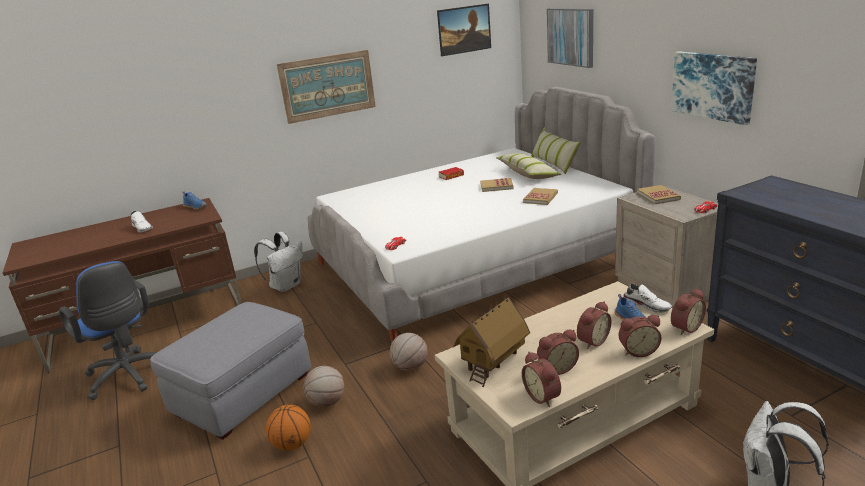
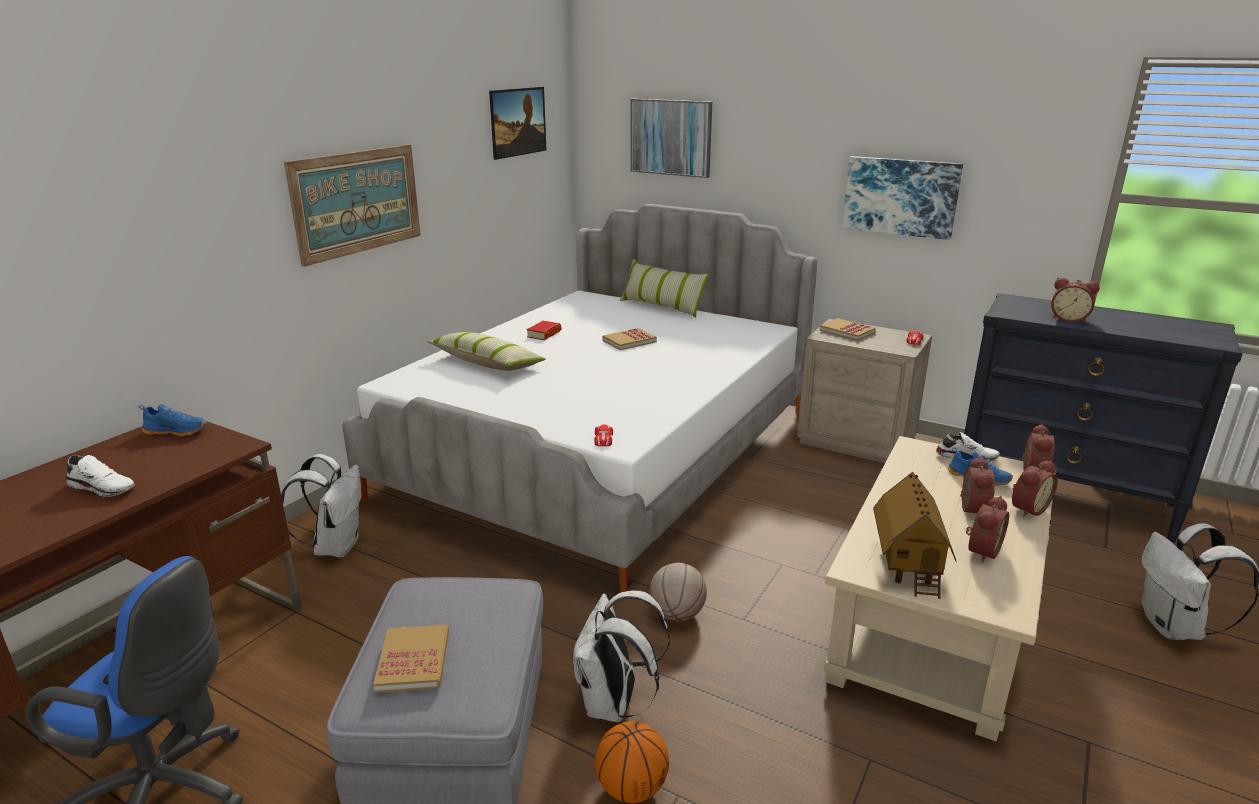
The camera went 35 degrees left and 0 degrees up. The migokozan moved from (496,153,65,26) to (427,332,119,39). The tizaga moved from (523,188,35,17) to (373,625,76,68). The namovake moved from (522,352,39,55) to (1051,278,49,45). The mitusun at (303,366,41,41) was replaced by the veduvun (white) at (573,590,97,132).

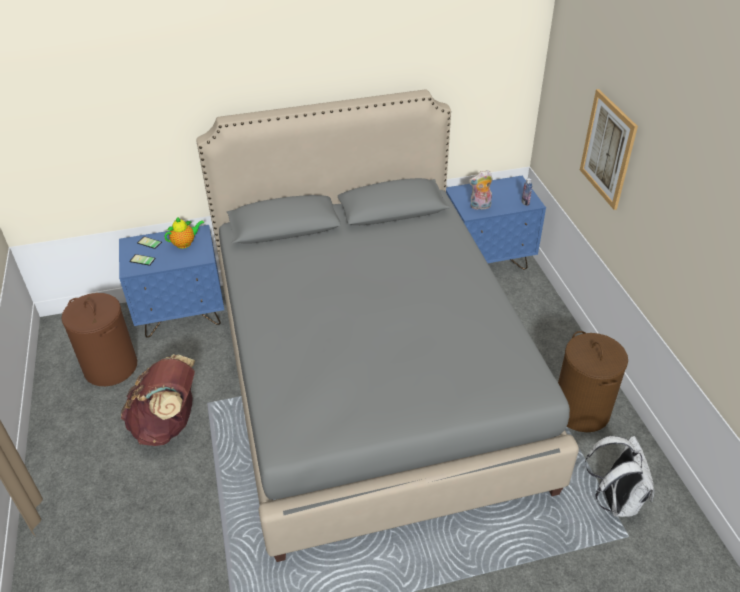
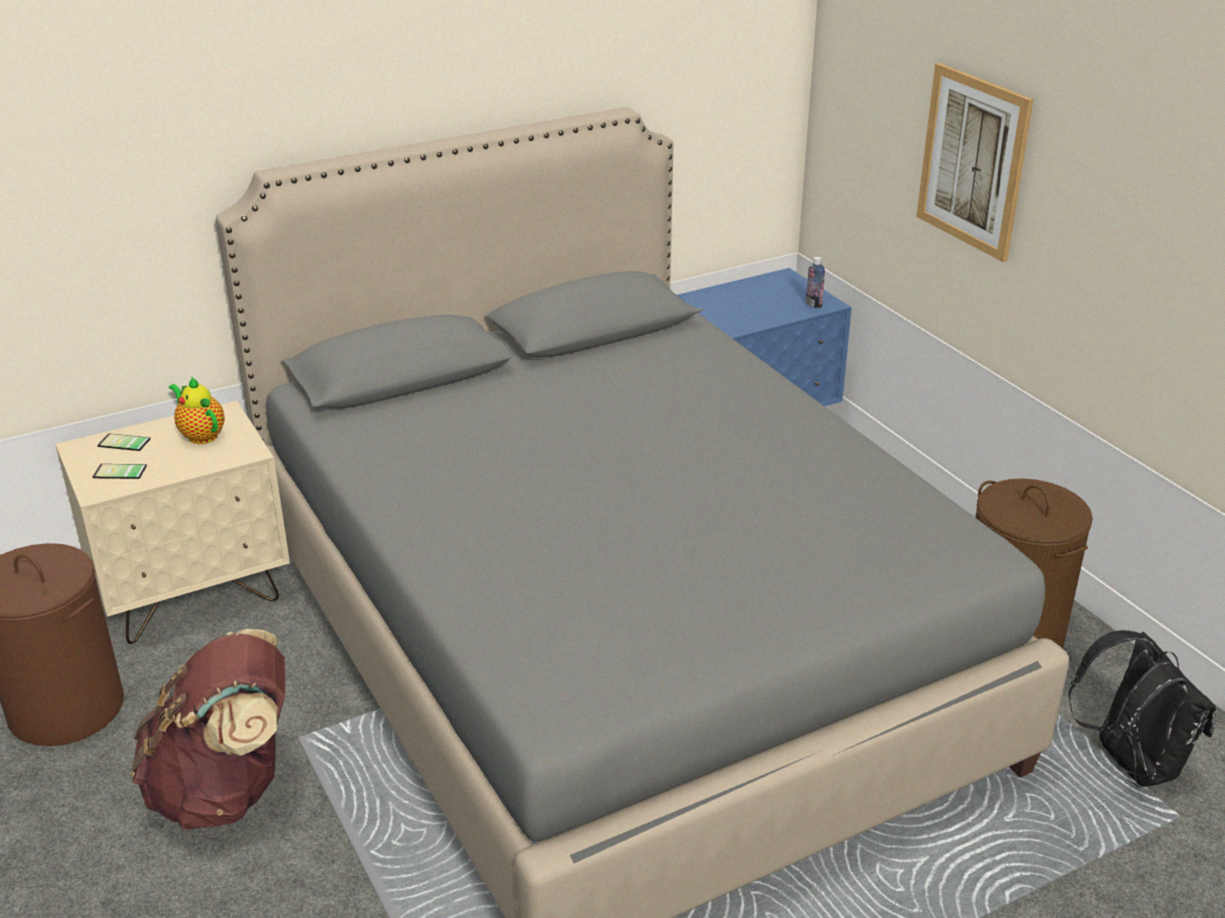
The camera went 15 degrees left and 10 degrees down. The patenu at (469,170,24,40) disappeared. The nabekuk at (165,217,39,32) turned 90 degrees counterclockwise. The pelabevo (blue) at (119,225,105,113) became the pelabevo (beige) at (55,401,235,243). The veduvun (white) at (585,436,69,81) became the veduvun (black) at (1068,630,149,157).

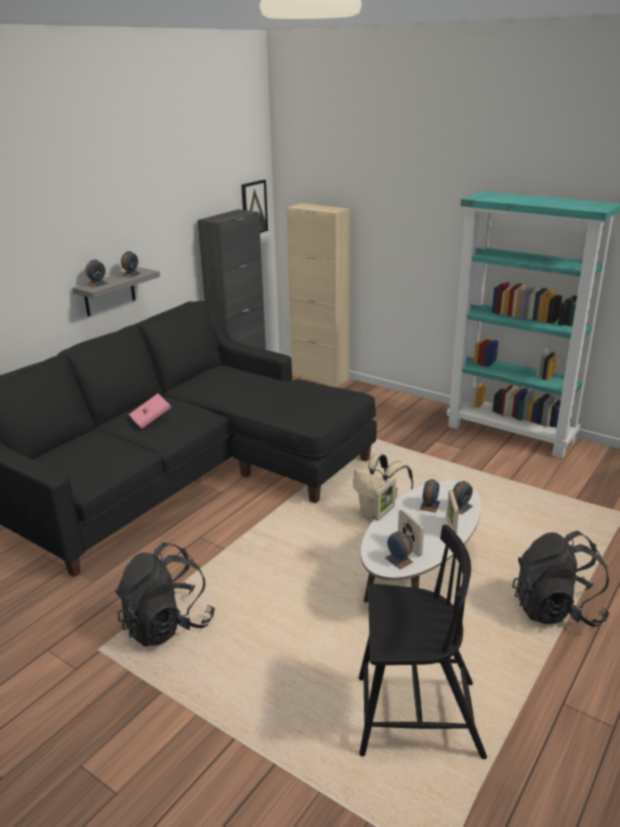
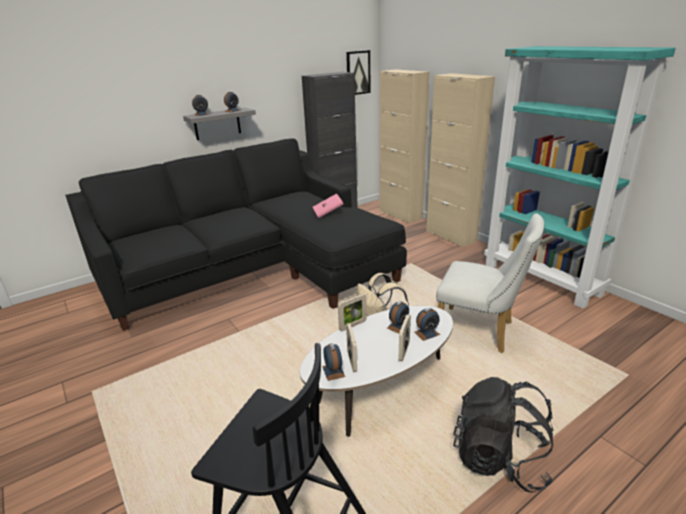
The camera went 20 degrees right and 0 degrees up. The tizaga (pink) moved from (129,394,42,35) to (313,193,30,25). The veduvun (black) at (115,542,100,105) disappeared. The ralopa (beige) at (426,73,69,174) appeared. The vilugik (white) at (436,213,108,140) appeared.

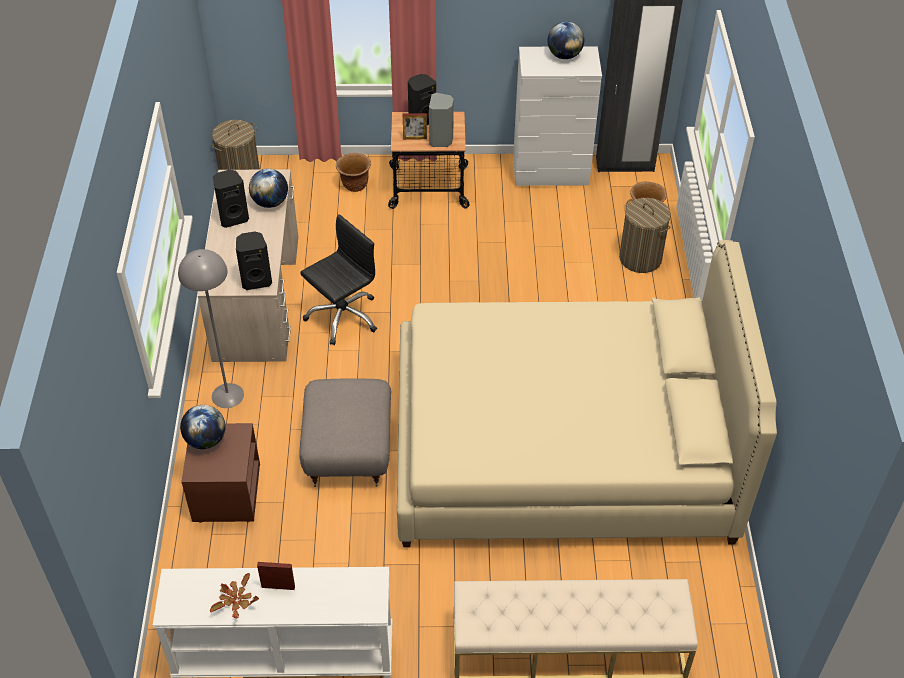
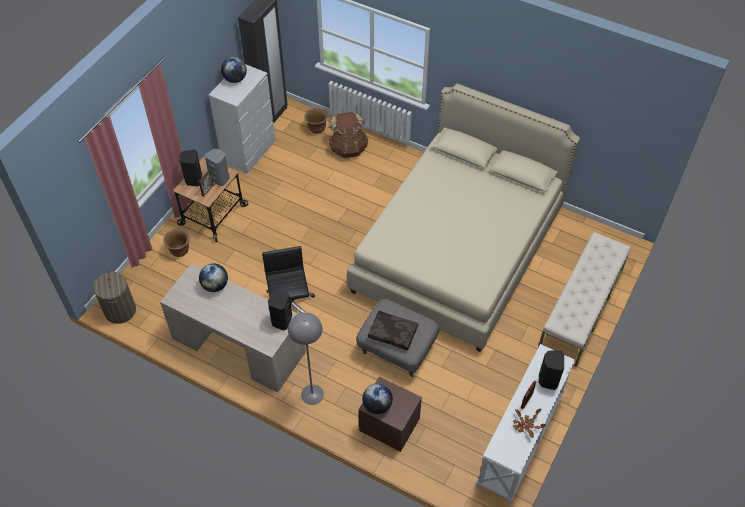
The camera went 60 degrees left and 5 degrees up. The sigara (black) moved from (213,170,36,58) to (539,350,25,40). The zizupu at (619,198,52,75) was replaced by the veduvun (brown) at (328,112,40,46). The migokozan (brown) at (368,311,50,40) appeared.

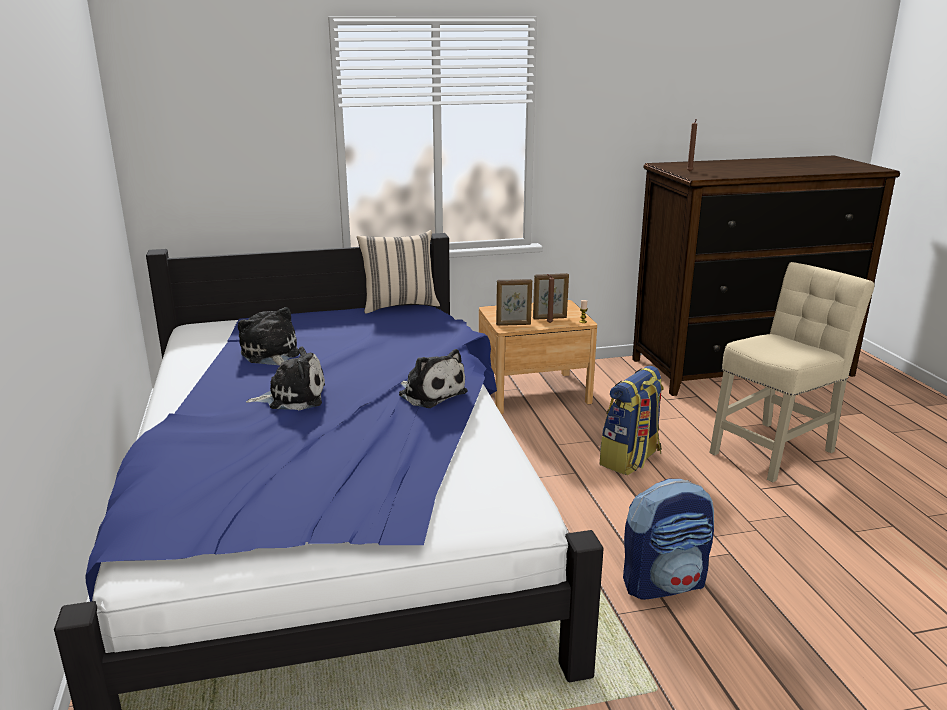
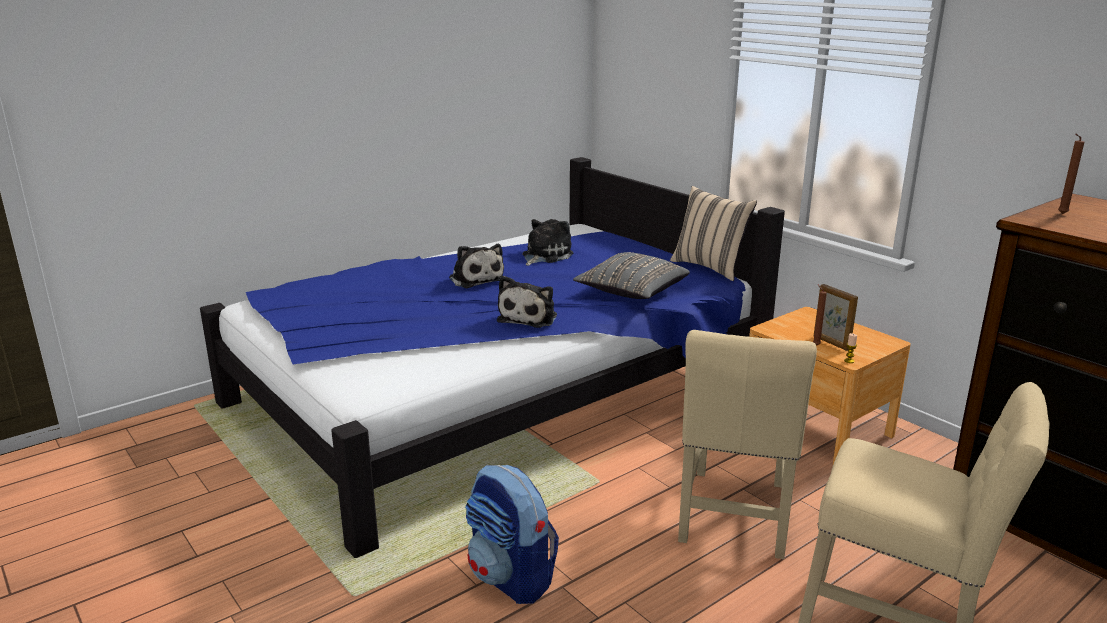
The camera went 65 degrees right and 0 degrees up. The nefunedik at (496,279,36,47) disappeared. The veduvun at (600,366,64,109) was replaced by the vilugik (beige) at (678,330,139,229). The migokozan (grey) at (573,252,117,47) appeared.

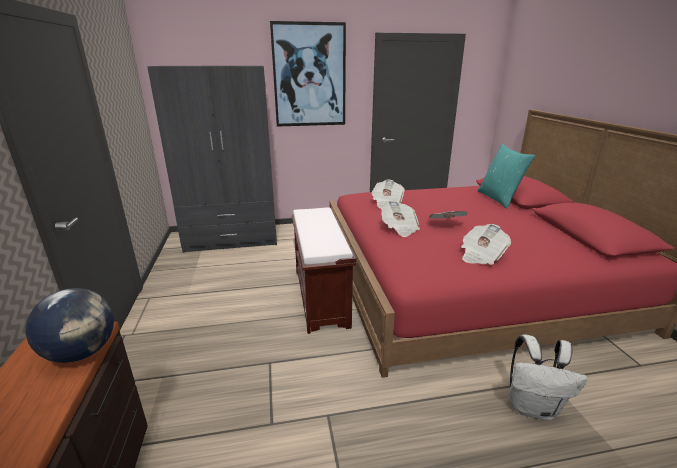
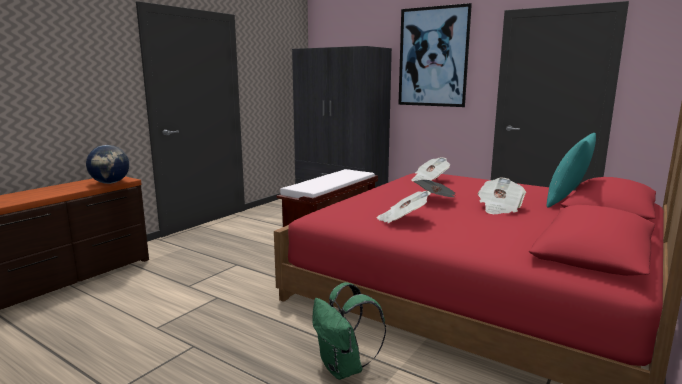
The camera went 45 degrees right and 10 degrees down. The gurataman moved from (381,201,39,36) to (478,177,48,37). The veduvun (white) at (508,335,79,85) became the veduvun (green) at (313,282,73,98).

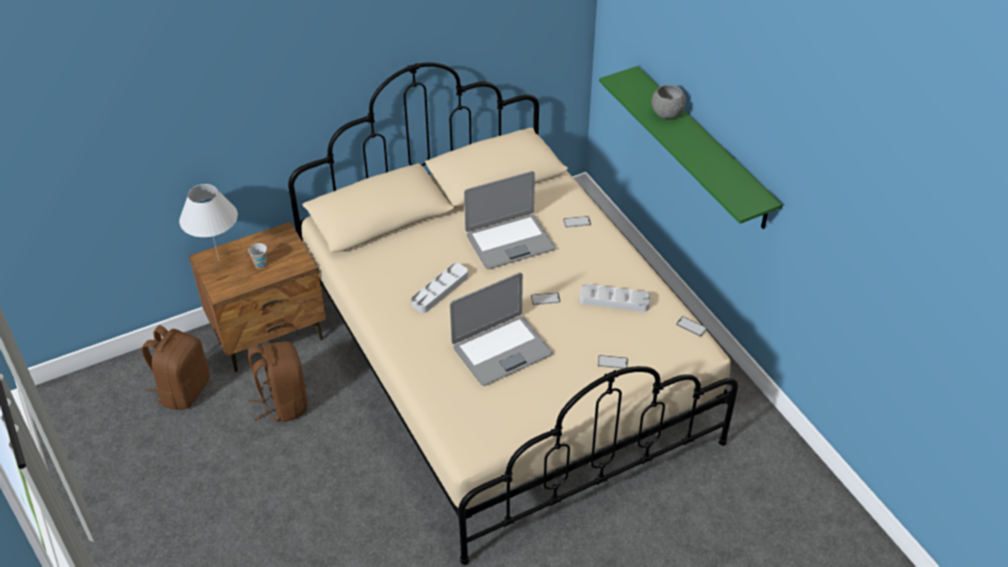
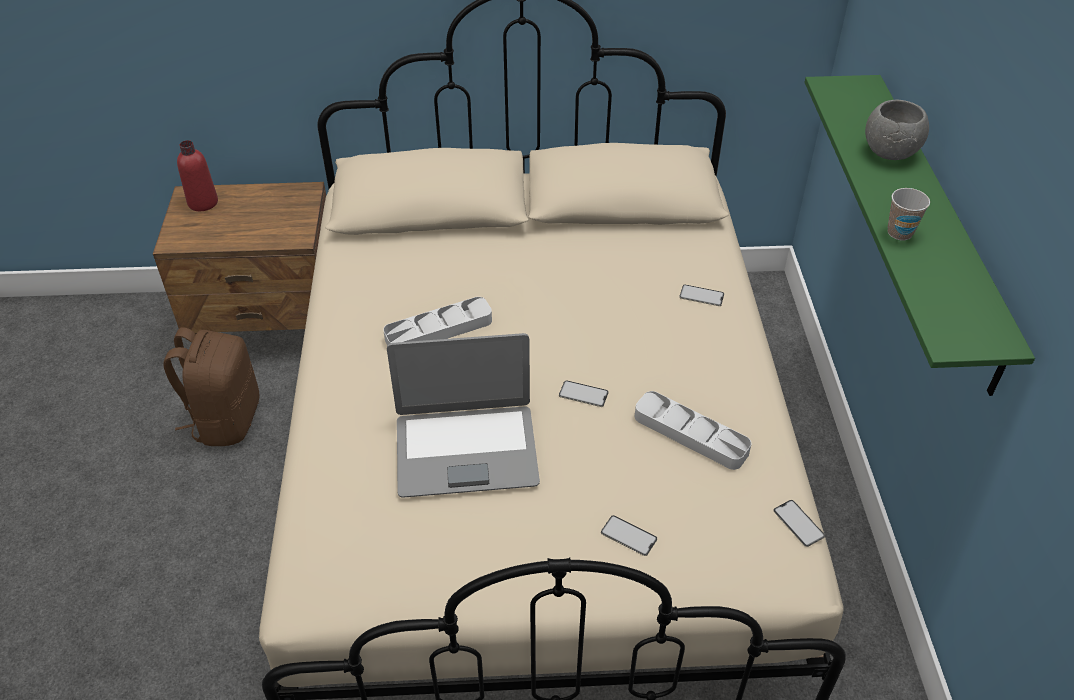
The camera went 25 degrees right and 0 degrees up. The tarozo at (464,171,92,98) disappeared. The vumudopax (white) at (179,184,59,76) was replaced by the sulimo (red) at (177,140,41,71). The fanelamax moved from (248,243,19,26) to (888,188,42,52). The veduvun (brown) at (142,325,68,85) disappeared.

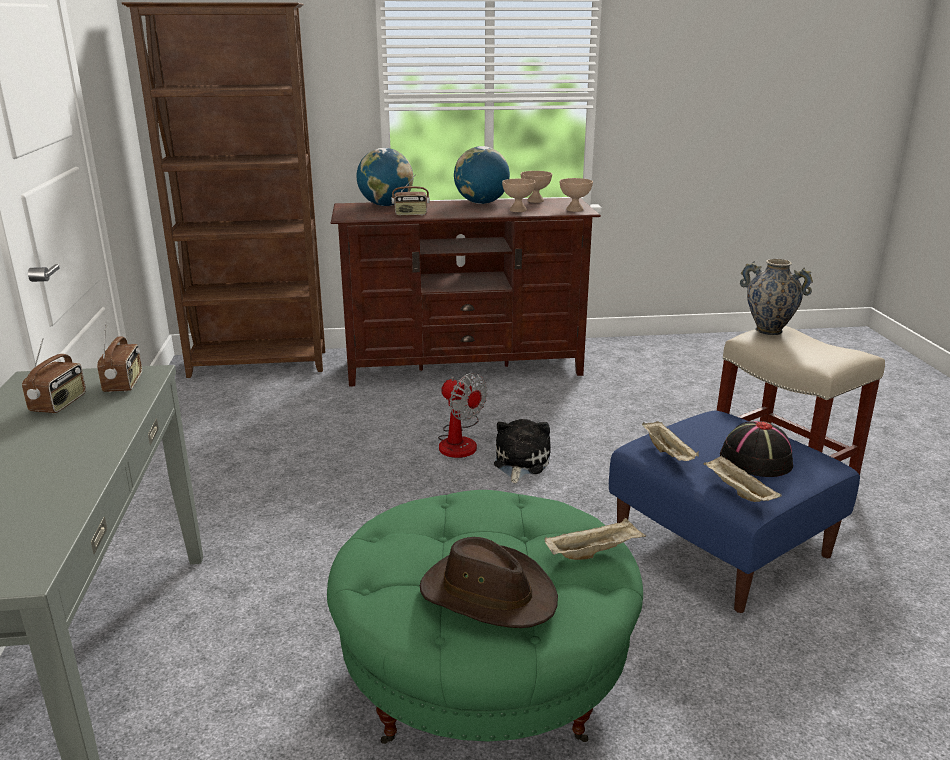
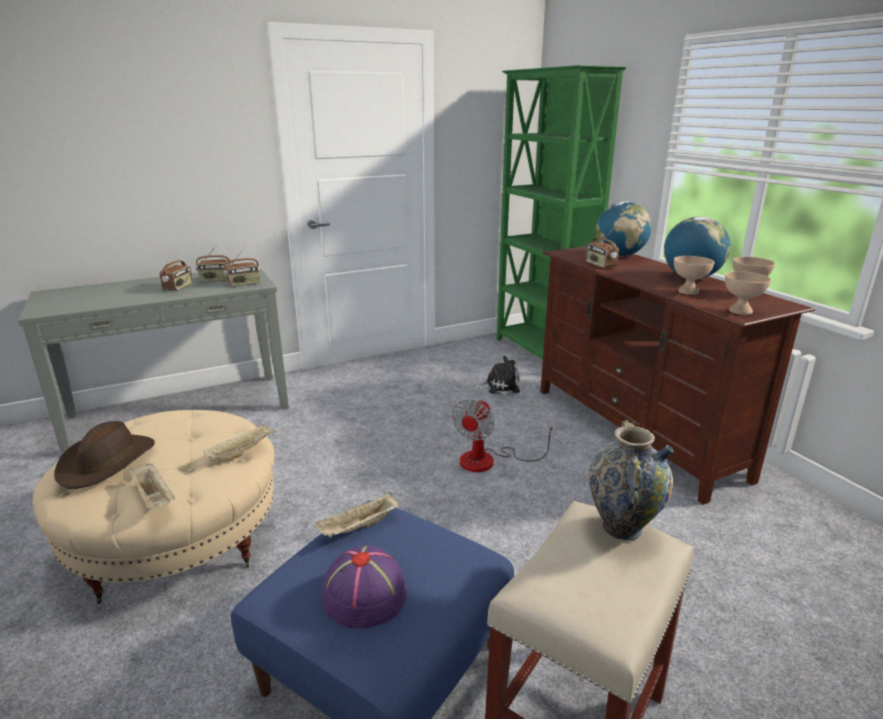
The camera went 70 degrees right and 0 degrees up. The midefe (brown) at (122,2,203,376) became the midefe (green) at (497,65,130,294). The patenu moved from (494,419,57,65) to (473,356,47,39). The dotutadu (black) at (720,421,73,56) became the dotutadu (purple) at (321,546,86,83). The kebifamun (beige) moved from (704,455,78,47) to (203,424,74,36). The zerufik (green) at (327,490,316,254) became the zerufik (beige) at (33,410,242,194). The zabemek at (160,250,33,41) appeared.

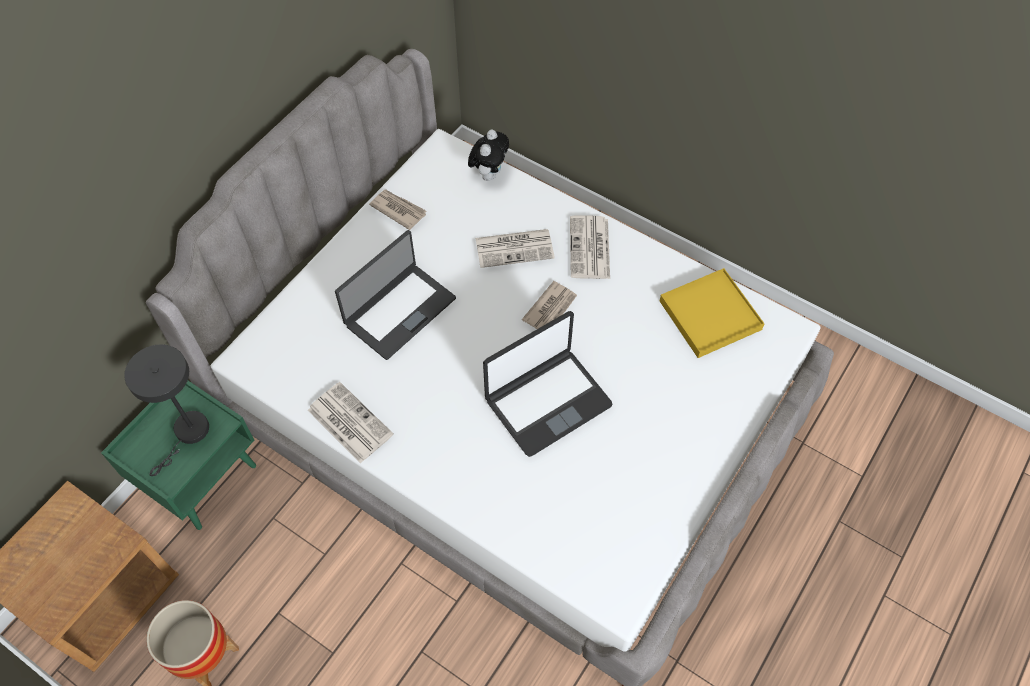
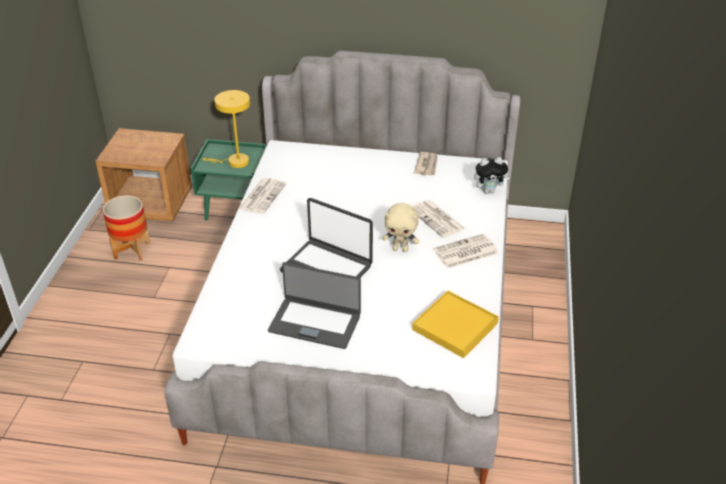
The camera went 65 degrees right and 20 degrees down. The tarozo moved from (335,230,121,130) to (268,262,93,87). The gurataman at (522,281,55,48) was replaced by the patenu (beige) at (382,203,37,49). The vumudopax (grey) at (124,344,85,132) became the vumudopax (yellow) at (202,90,48,78).

